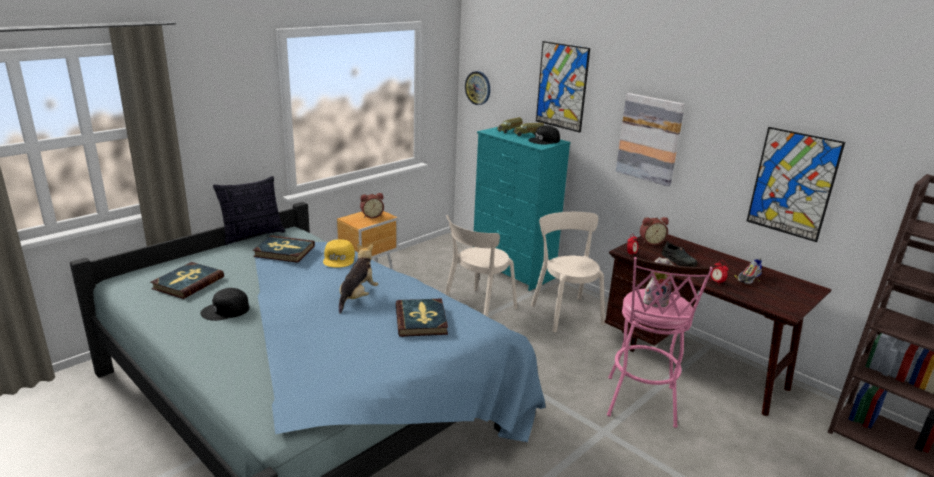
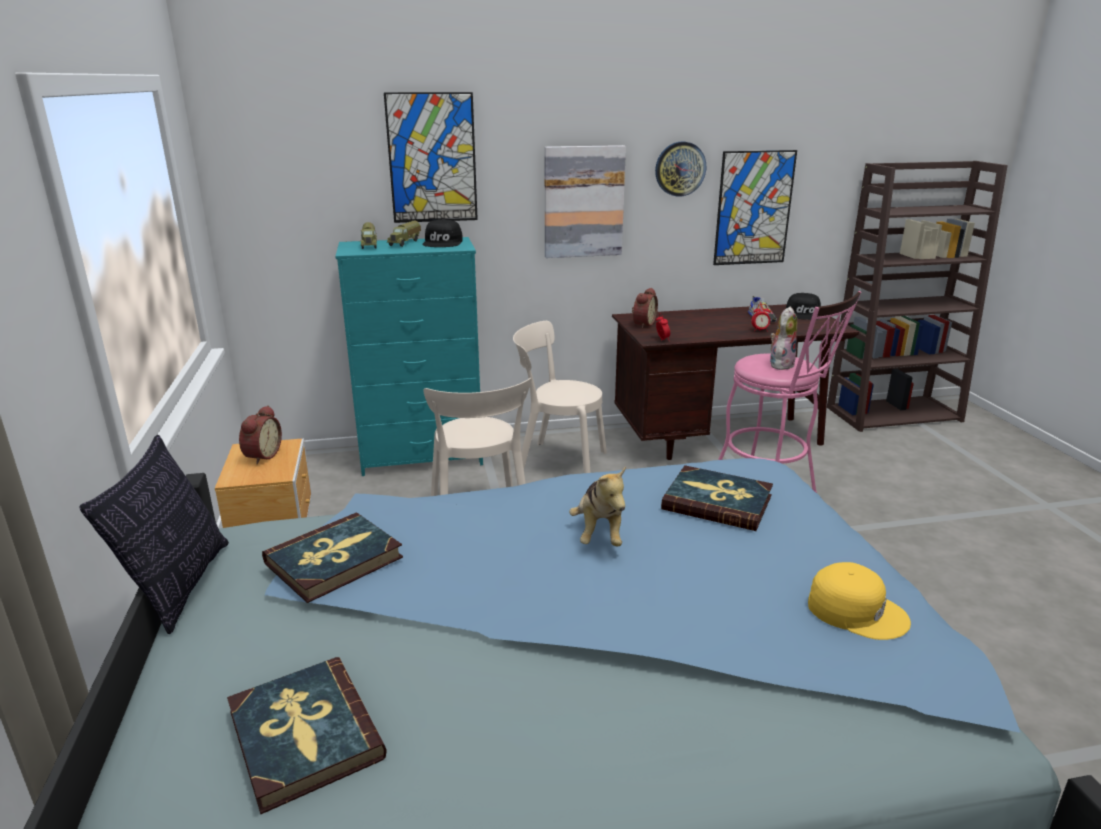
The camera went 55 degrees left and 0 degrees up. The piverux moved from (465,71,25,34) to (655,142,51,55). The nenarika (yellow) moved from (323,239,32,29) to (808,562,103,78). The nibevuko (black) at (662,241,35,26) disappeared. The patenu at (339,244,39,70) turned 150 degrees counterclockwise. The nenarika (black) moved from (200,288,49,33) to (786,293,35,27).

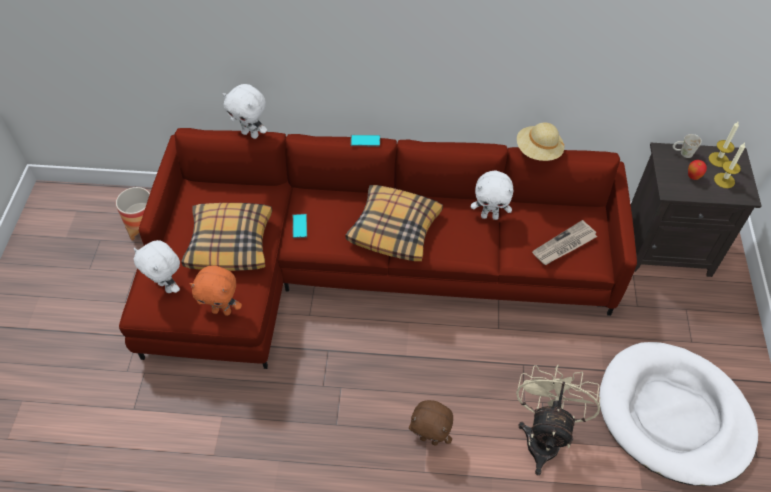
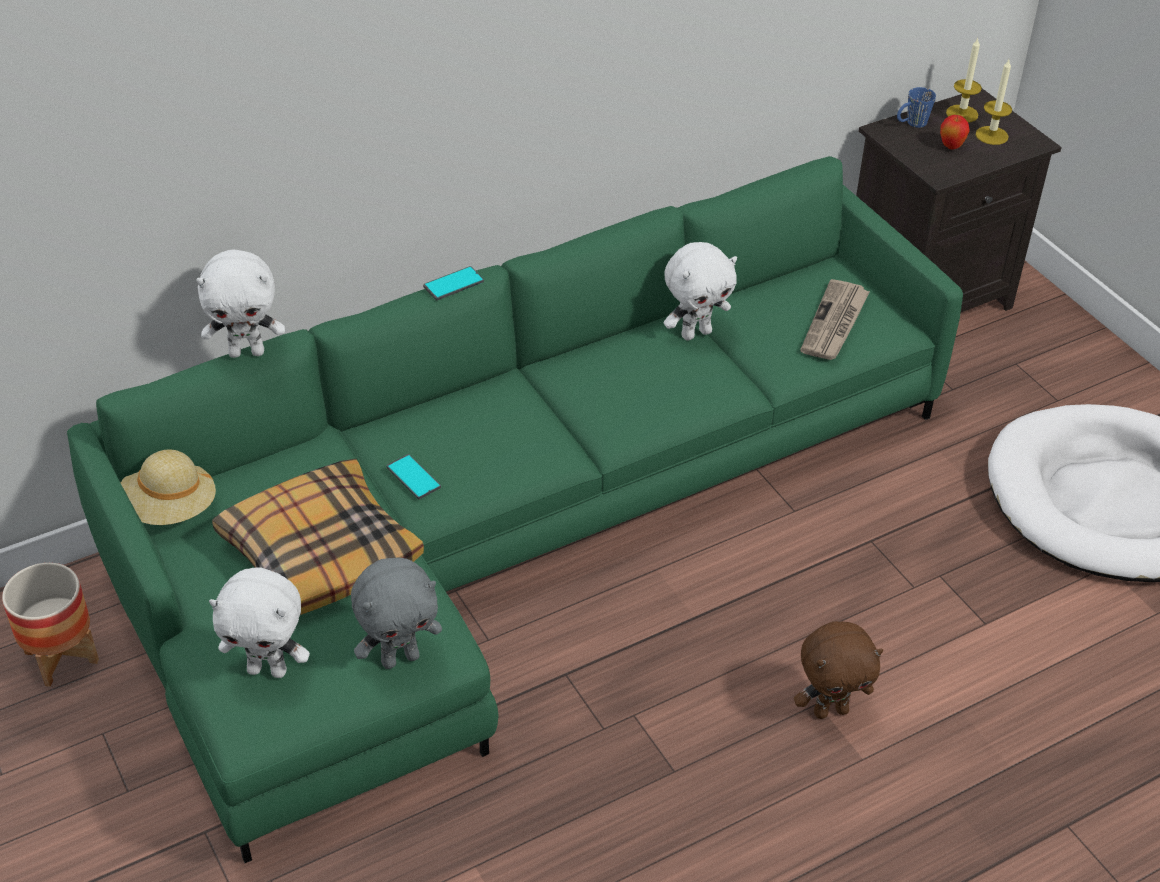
The camera went 35 degrees left and 10 degrees down. The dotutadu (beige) moved from (517,122,47,39) to (121,450,95,75). The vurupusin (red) at (119,128,518,241) became the vurupusin (green) at (67,156,896,707). The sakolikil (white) at (673,134,29,24) became the sakolikil (blue) at (897,87,39,41). The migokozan at (345,185,98,76) disappeared. The patenu (orange) at (190,265,52,51) became the patenu (grey) at (351,558,91,111). The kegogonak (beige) at (516,364,84,111) disappeared.

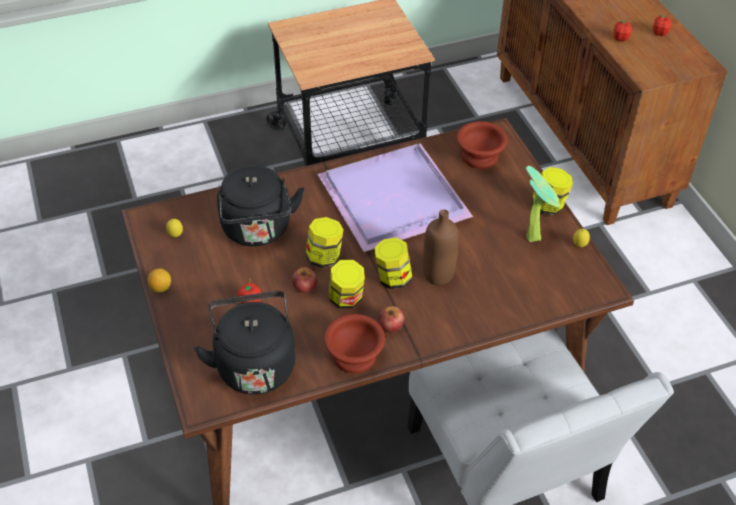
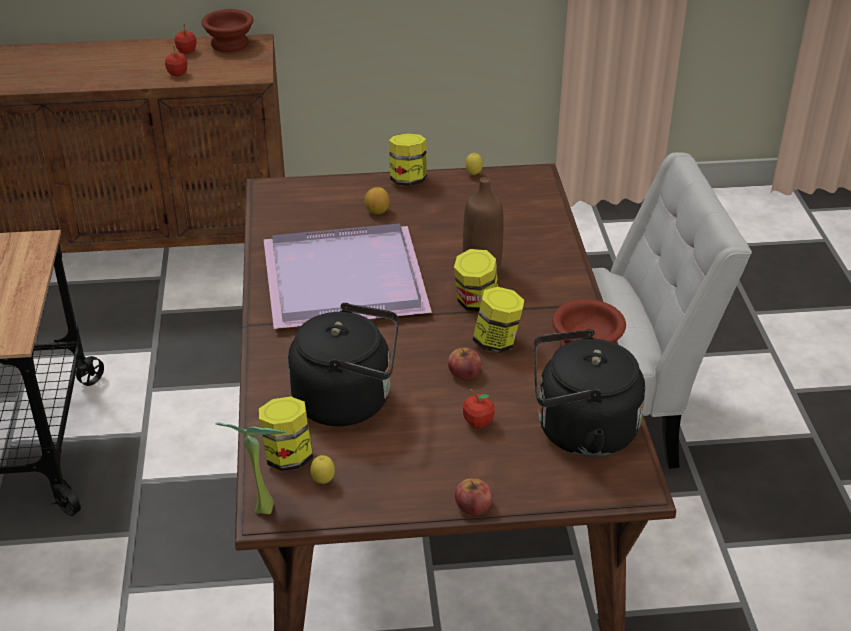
The camera went 75 degrees left and 10 degrees down. The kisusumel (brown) moved from (457,121,50,48) to (201,9,53,43). The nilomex moved from (526,166,34,76) to (215,423,71,91). The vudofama moved from (306,217,38,51) to (259,397,54,74). The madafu moved from (148,268,23,24) to (365,187,24,27). The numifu moved from (378,306,26,26) to (455,478,38,37).

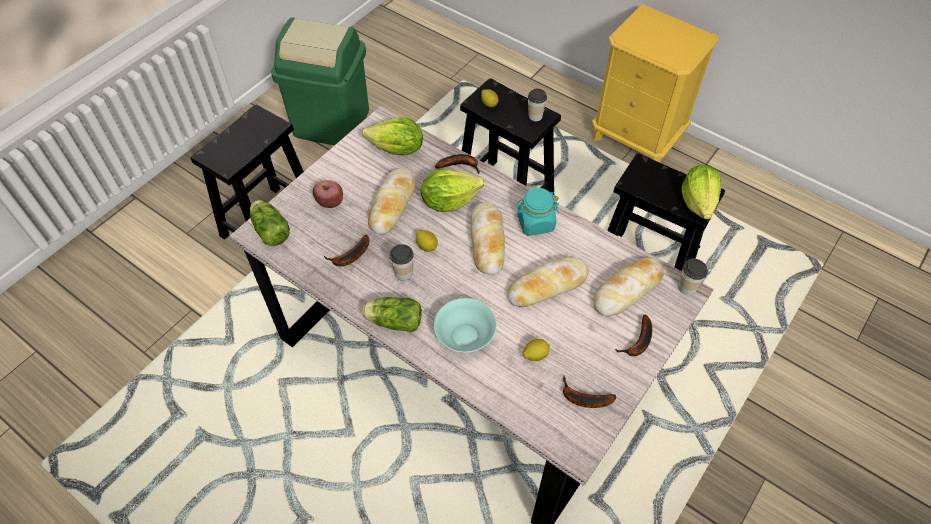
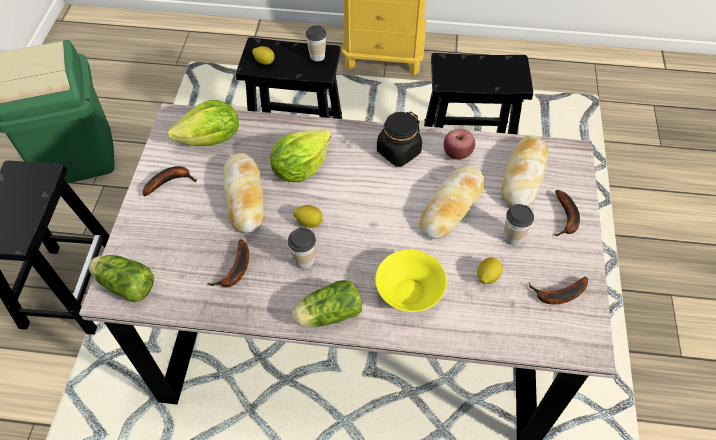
The camera went 30 degrees left and 0 degrees up. The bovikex moved from (435,154,45,20) to (143,166,54,30). The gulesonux at (682,165,39,54) disappeared. The numifu moved from (313,180,30,28) to (444,129,31,31). The vudofama (turquoise) at (515,188,44,48) became the vudofama (black) at (377,111,45,56). The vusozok at (471,202,34,73) disappeared. The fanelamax moved from (678,259,30,37) to (503,204,31,42). The kisusumel (turquoise) at (434,298,62,54) became the kisusumel (yellow) at (375,250,72,62).

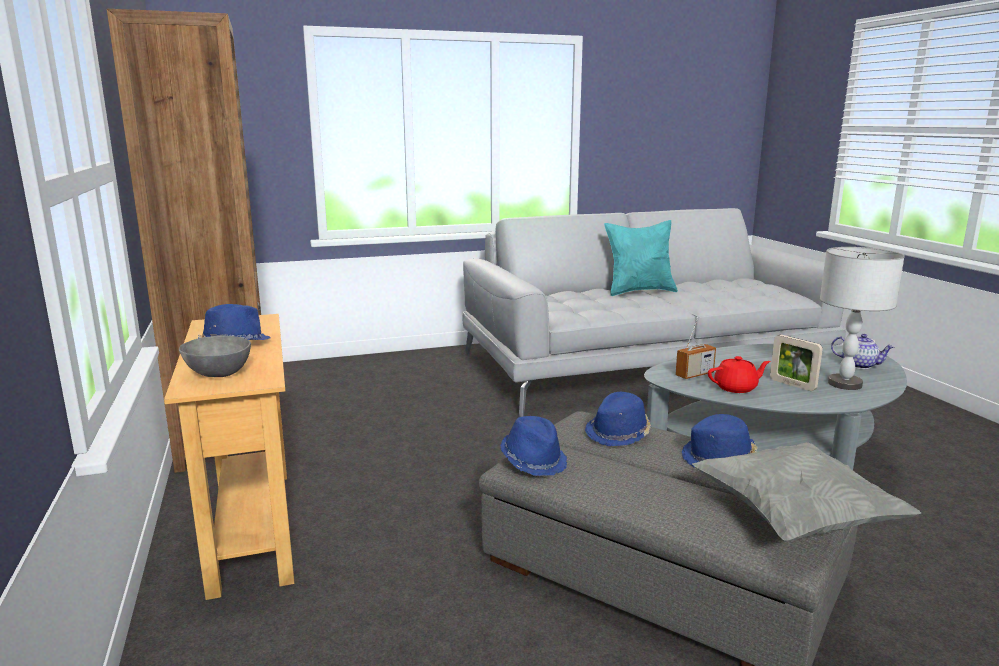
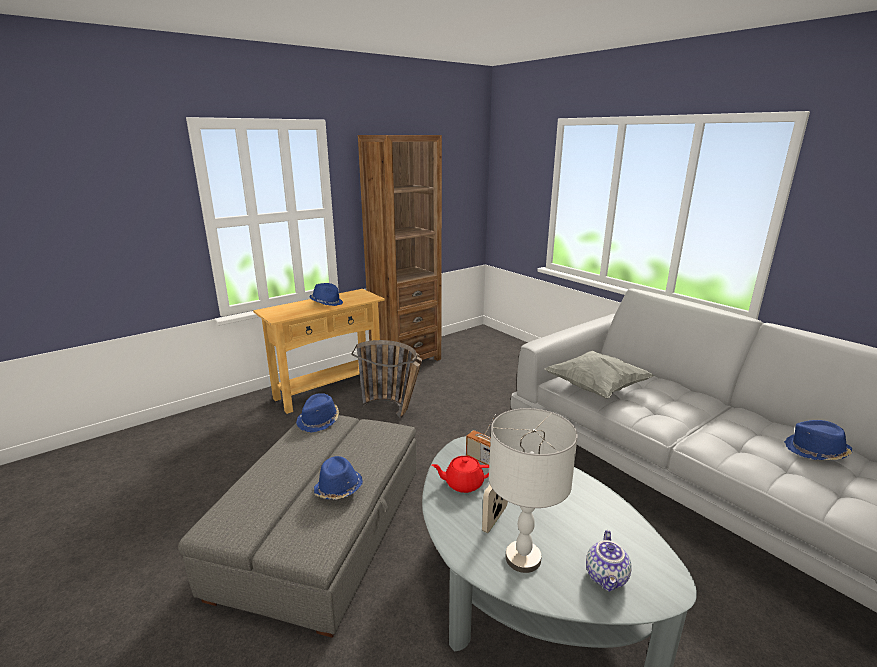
The camera went 70 degrees right and 5 degrees up. The migokozan (turquoise) at (604,220,74,76) disappeared. The kisusumel (grey) at (179,336,72,41) disappeared. The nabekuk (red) at (708,356,63,37) turned 120 degrees clockwise. The dotutadu (blue) moved from (585,392,66,54) to (784,420,68,40). The migokozan (grey) moved from (692,442,229,100) to (545,351,109,48). The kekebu at (352,340,70,79) appeared.

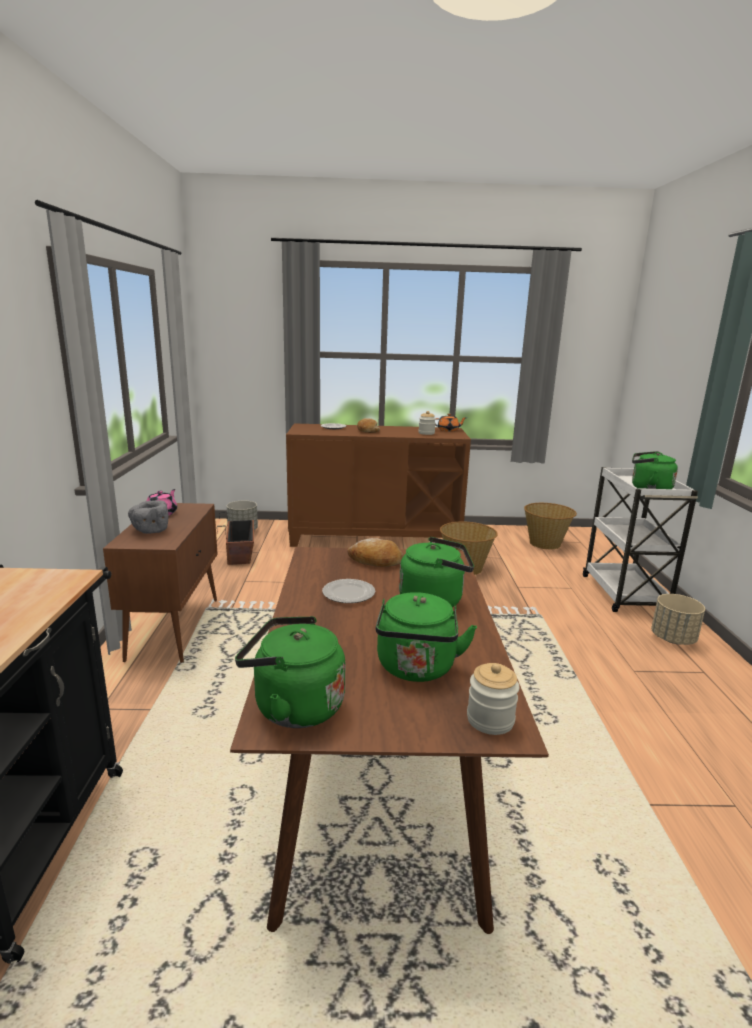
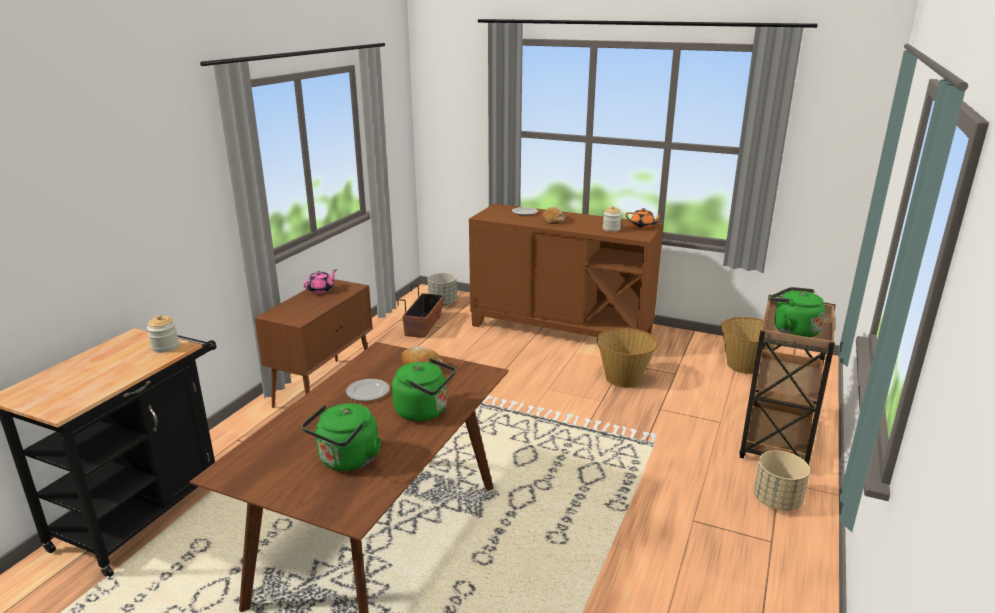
The camera went 25 degrees right and 5 degrees up. The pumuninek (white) at (583,467,115,145) became the pumuninek (brown) at (739,295,97,172). The kisusumel (grey) at (128,500,41,34) disappeared. The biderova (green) at (235,616,110,112) disappeared. The vudofama moved from (467,663,52,72) to (147,315,32,38).

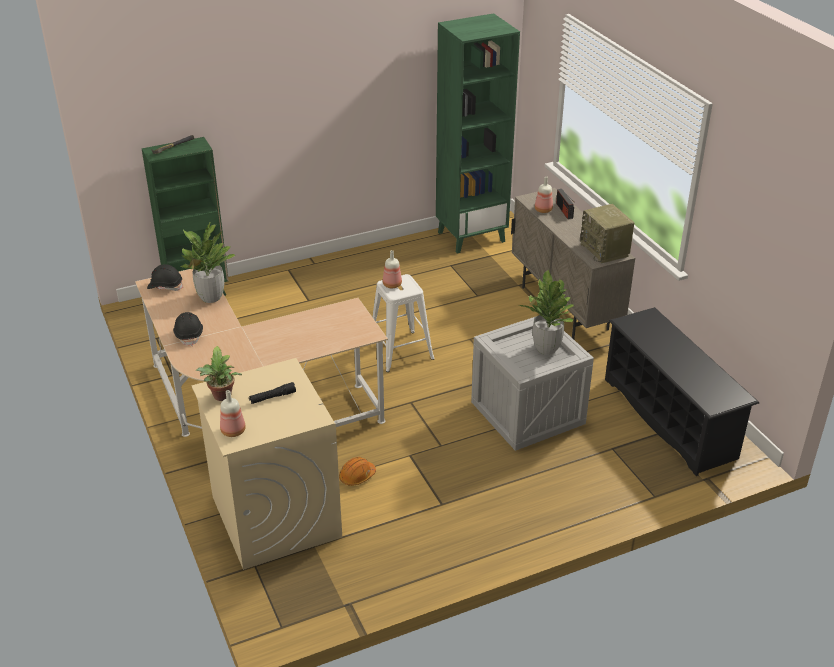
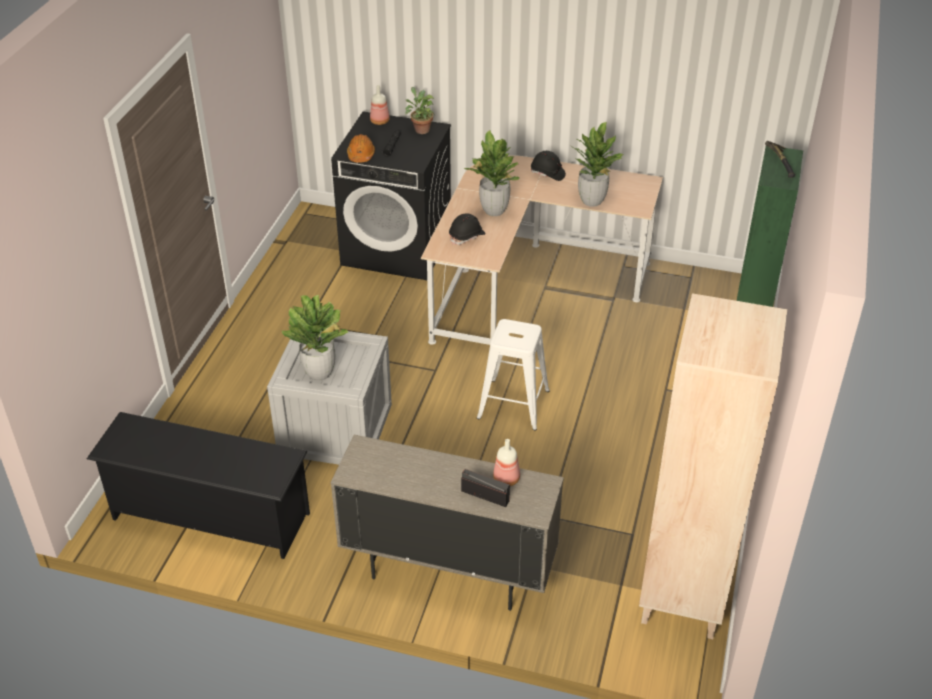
The camera went 130 degrees right and 5 degrees up. The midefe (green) at (436,13,84,241) became the midefe (beige) at (639,293,148,346). The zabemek at (580,204,54,59) disappeared. The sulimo at (383,250,19,38) disappeared. The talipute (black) moved from (147,264,36,27) to (449,213,37,32). The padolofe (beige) at (192,358,150,212) became the padolofe (black) at (331,112,120,168). The talipute (orange) moved from (339,457,37,29) to (347,134,28,29). The nilomex at (464,130,55,86) appeared.

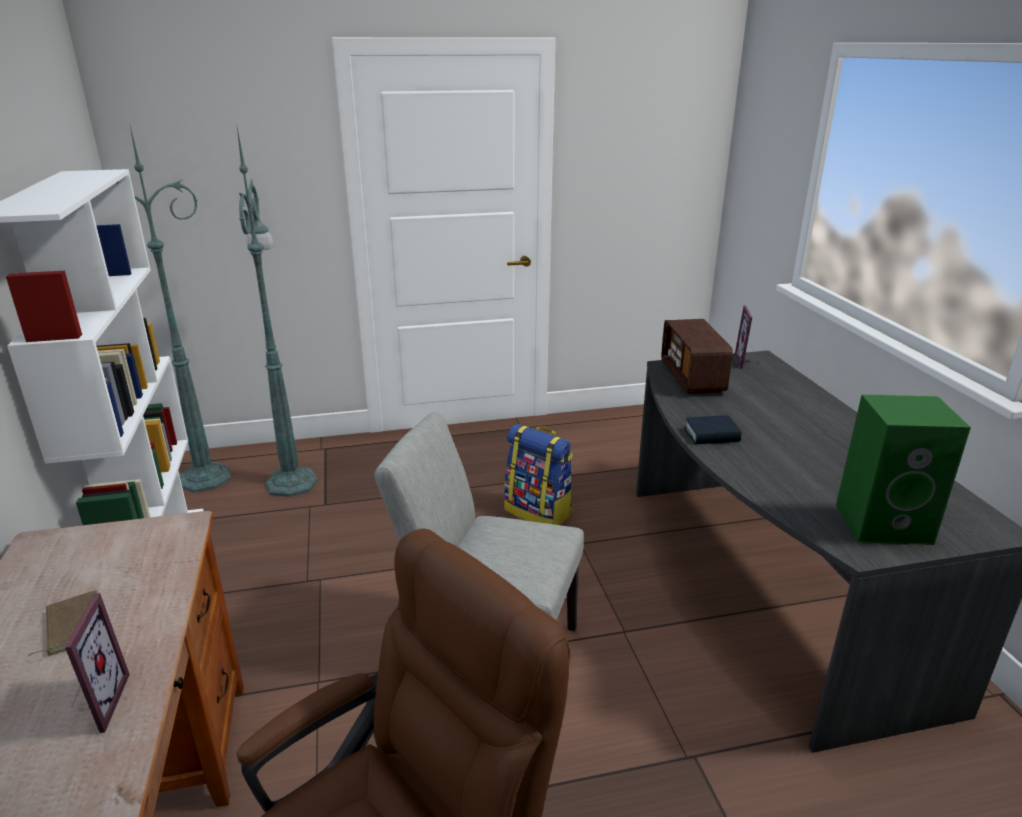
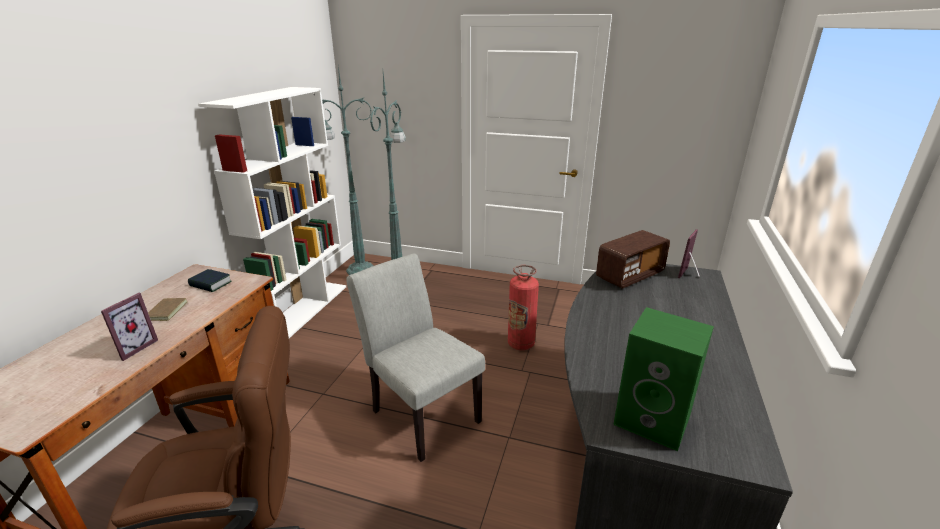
The camera went 30 degrees right and 0 degrees up. The zabemek at (661,319,72,75) turned 150 degrees counterclockwise. The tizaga moved from (684,415,58,29) to (188,269,44,23). The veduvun at (504,424,69,101) was replaced by the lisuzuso at (508,265,31,85).

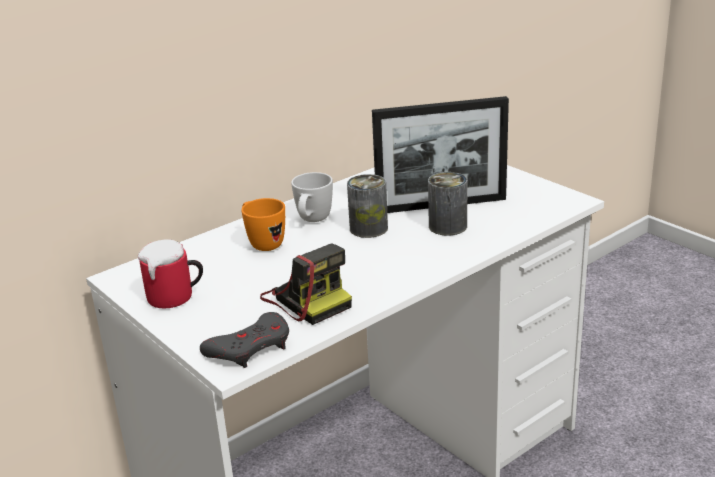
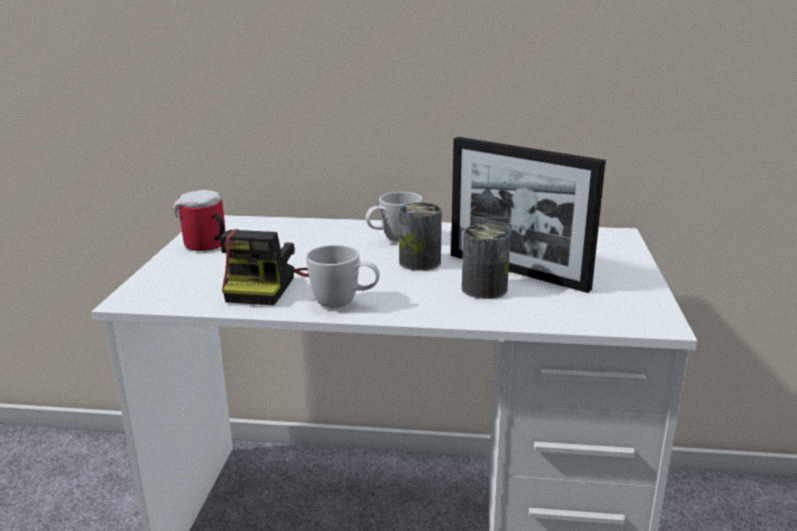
The camera went 45 degrees right and 5 degrees down. The sakolikil (orange) at (241,198,44,53) disappeared. The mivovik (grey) at (200,312,89,56) disappeared. The sakolikil (white) at (306,245,74,63) appeared.

